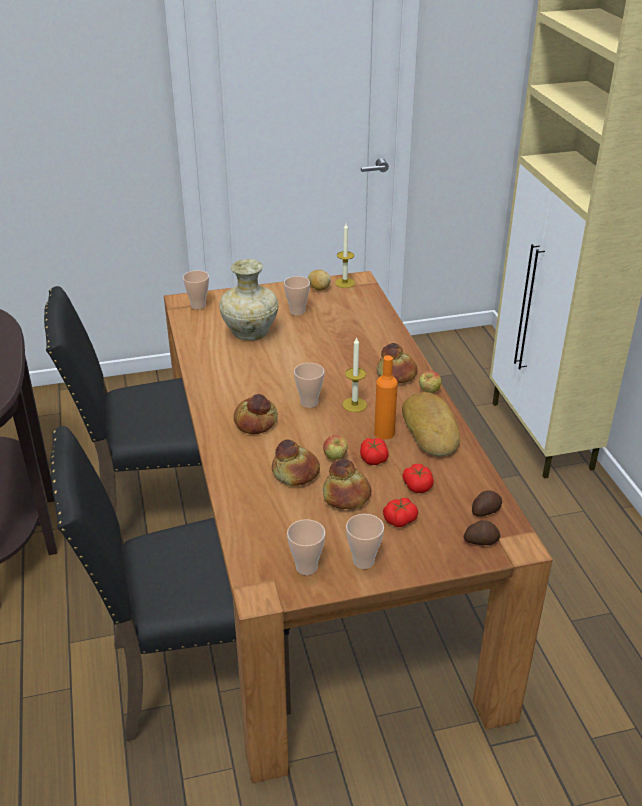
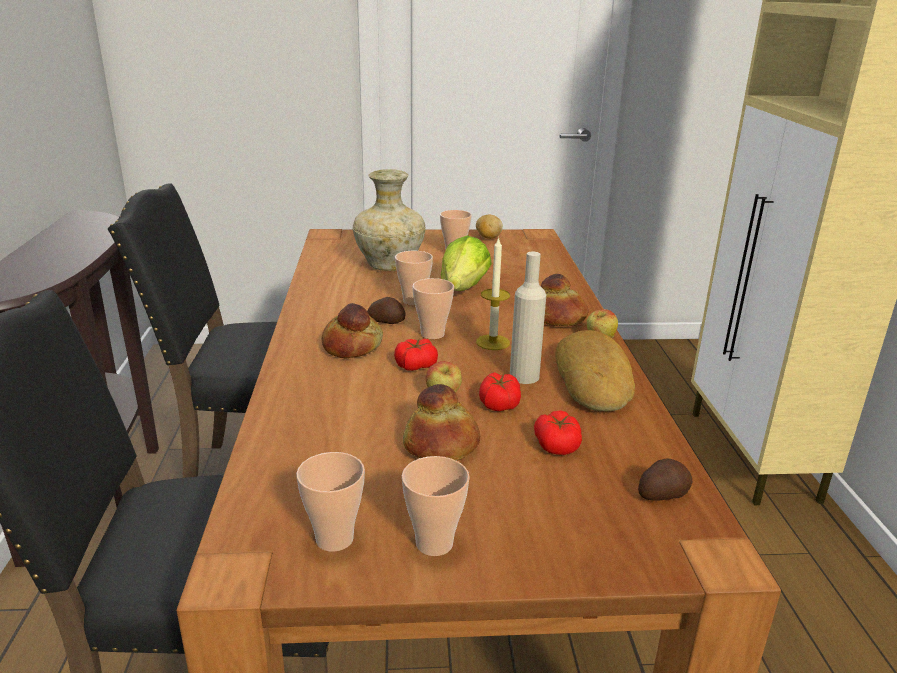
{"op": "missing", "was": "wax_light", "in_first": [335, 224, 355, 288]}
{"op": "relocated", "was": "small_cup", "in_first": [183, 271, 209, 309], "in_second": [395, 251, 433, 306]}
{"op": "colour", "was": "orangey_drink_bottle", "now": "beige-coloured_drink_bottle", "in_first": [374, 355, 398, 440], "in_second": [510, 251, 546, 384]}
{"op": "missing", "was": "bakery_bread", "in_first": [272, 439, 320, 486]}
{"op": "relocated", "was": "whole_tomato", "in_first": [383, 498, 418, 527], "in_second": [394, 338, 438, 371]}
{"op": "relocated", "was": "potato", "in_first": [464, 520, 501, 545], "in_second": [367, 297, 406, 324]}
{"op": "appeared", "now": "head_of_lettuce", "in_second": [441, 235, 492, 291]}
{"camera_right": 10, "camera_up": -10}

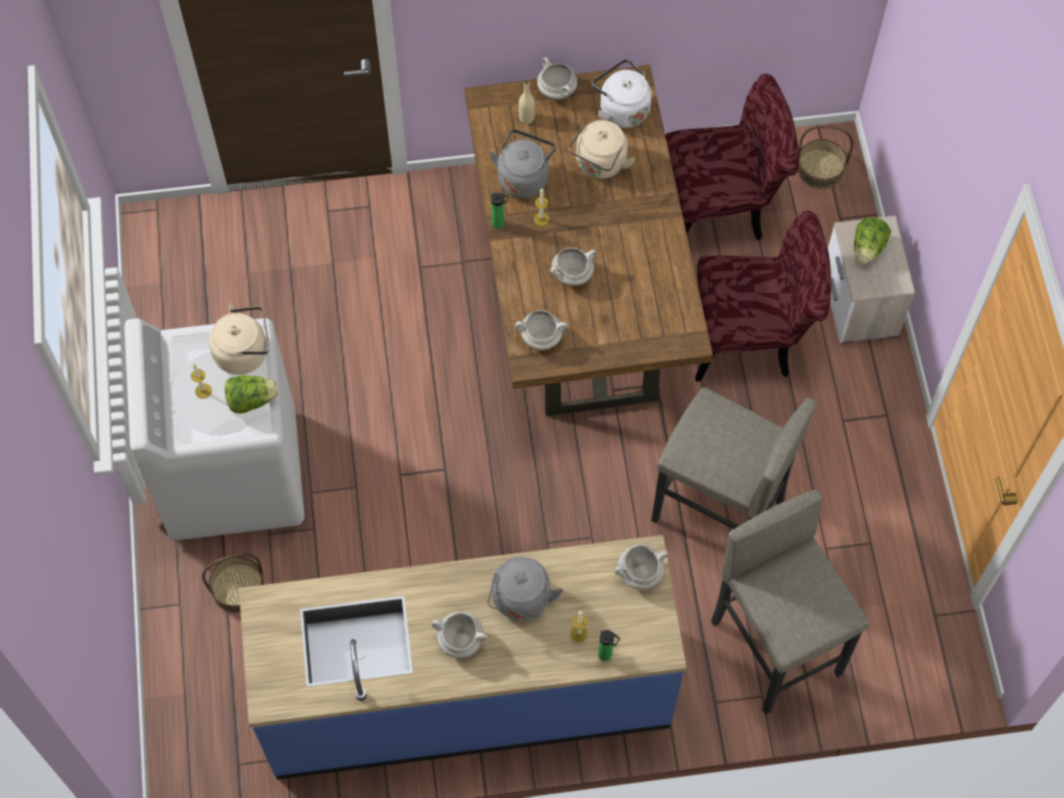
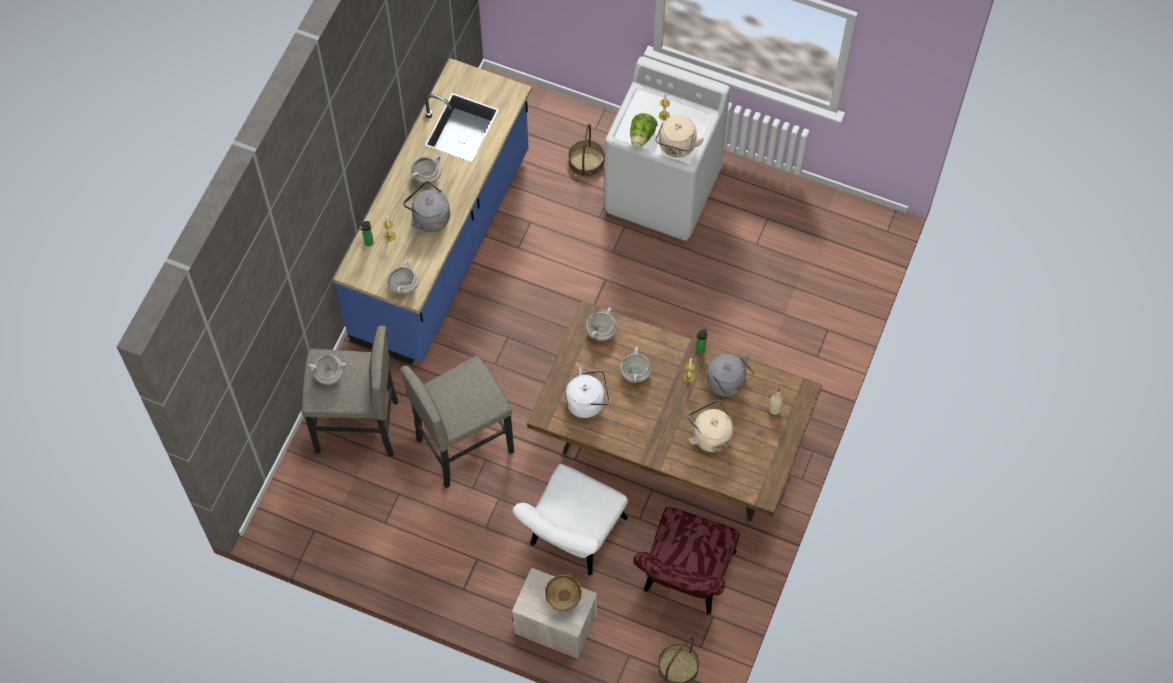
{"op": "relocated", "was": "white-coloured_saucepot", "in_first": [537, 57, 577, 100], "in_second": [308, 355, 346, 385]}
{"op": "relocated", "was": "white-coloured_tea_kettle", "in_first": [592, 59, 651, 128], "in_second": [566, 367, 610, 418]}
{"op": "colour", "was": "red_plain_chair", "now": "white-coloured_plain_chair", "in_first": [695, 211, 831, 382], "in_second": [512, 464, 628, 575]}
{"op": "exchanged", "was": "head_of_lettuce", "now": "brown-coloured_deep_dish", "in_first": [854, 217, 891, 264], "in_second": [545, 575, 582, 611]}
{"camera_right": 120, "camera_up": 0}

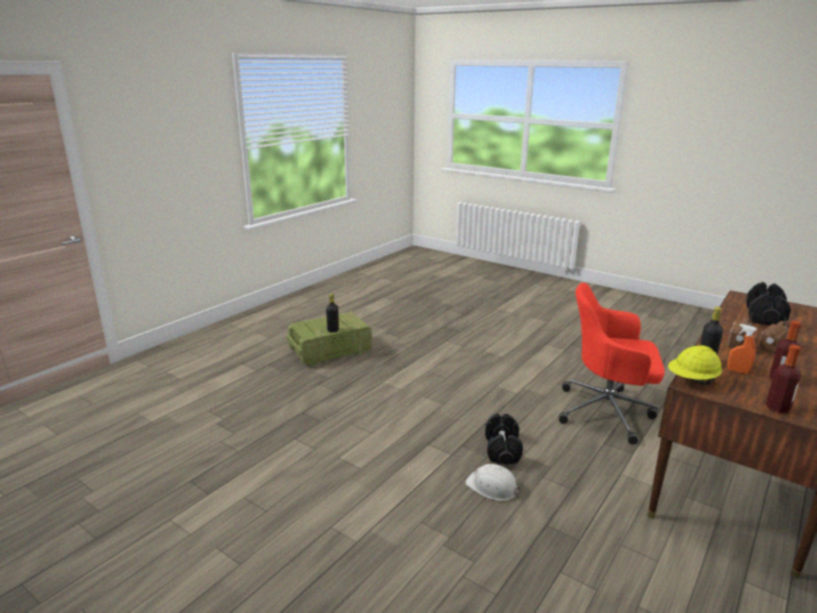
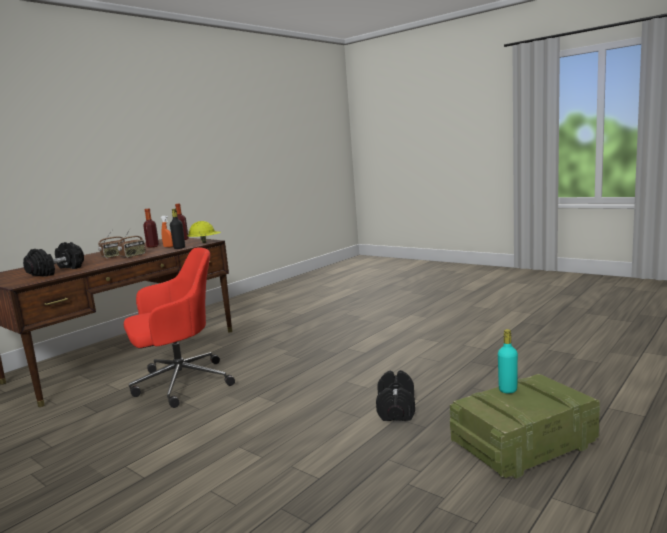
{"op": "spun", "was": "red_office_chair", "in_first": [559, 283, 665, 445], "in_second": [124, 247, 235, 408], "clockwise": -45}
{"op": "colour", "was": "black-coloured_drink_bottle", "now": "turquoise-coloured_drink_bottle", "in_first": [326, 294, 339, 333], "in_second": [498, 329, 518, 393]}
{"op": "relocated", "was": "black-coloured_hand_weight", "in_first": [485, 414, 523, 465], "in_second": [376, 370, 415, 421]}
{"op": "missing", "was": "white-coloured_work_helmet", "in_first": [465, 464, 522, 501]}
{"camera_right": -175, "camera_up": -10}

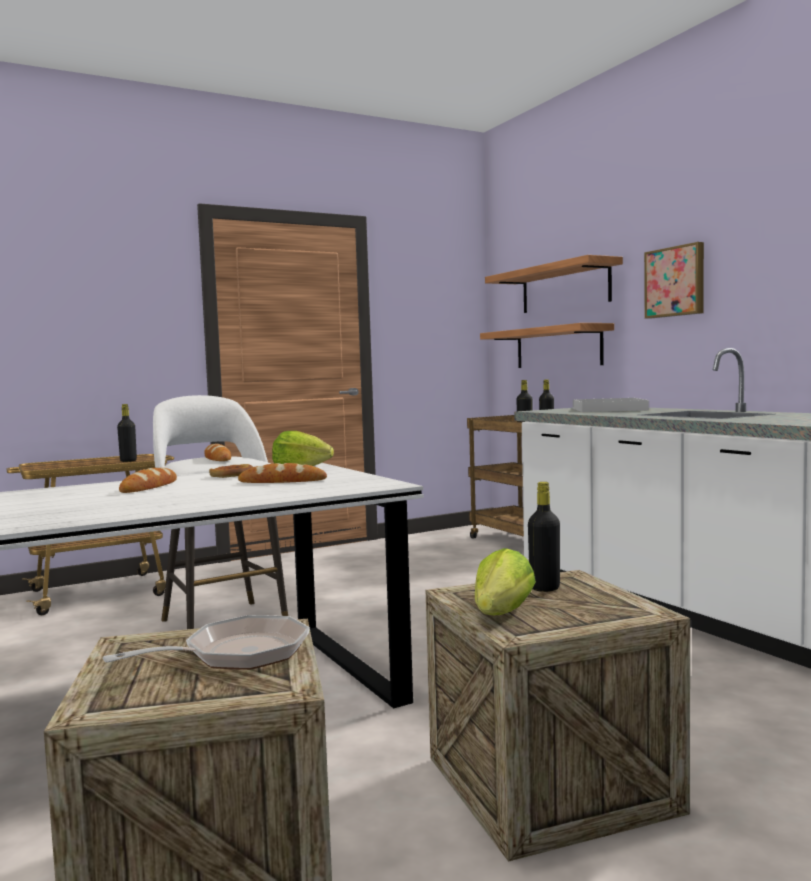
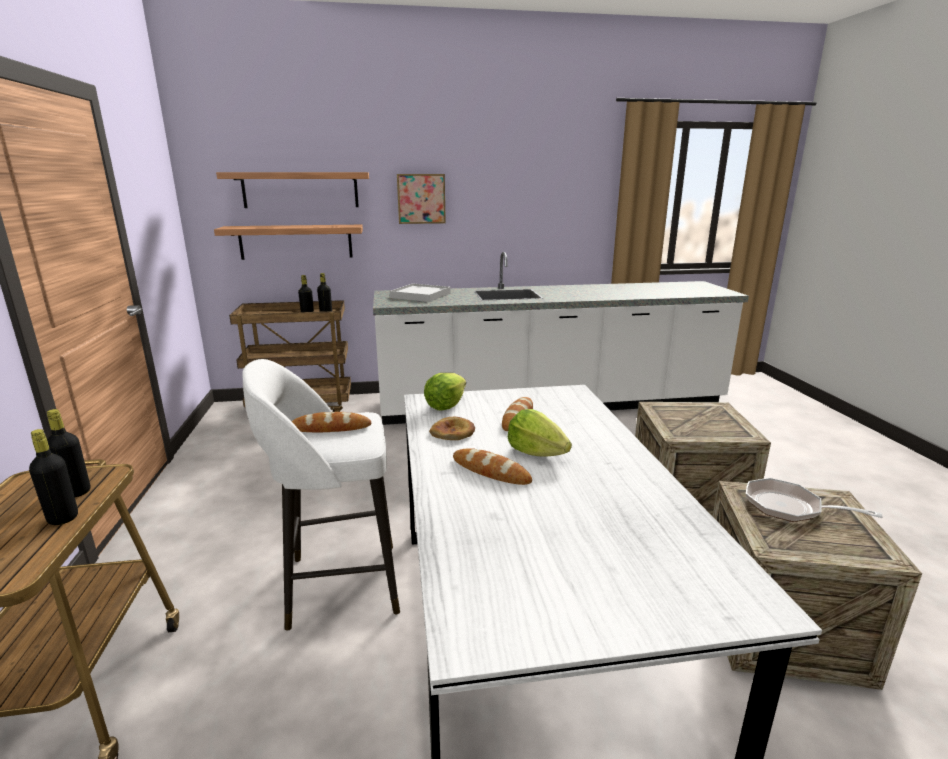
{"op": "relocated", "was": "black-coloured_drink_bottle", "in_first": [528, 482, 560, 592], "in_second": [29, 429, 78, 525]}
{"op": "relocated", "was": "head_of_lettuce", "in_first": [475, 548, 536, 615], "in_second": [508, 409, 572, 456]}
{"op": "spun", "was": "pan", "in_first": [103, 615, 310, 670], "in_second": [746, 478, 883, 522], "clockwise": -45}
{"camera_right": -70, "camera_up": 15}

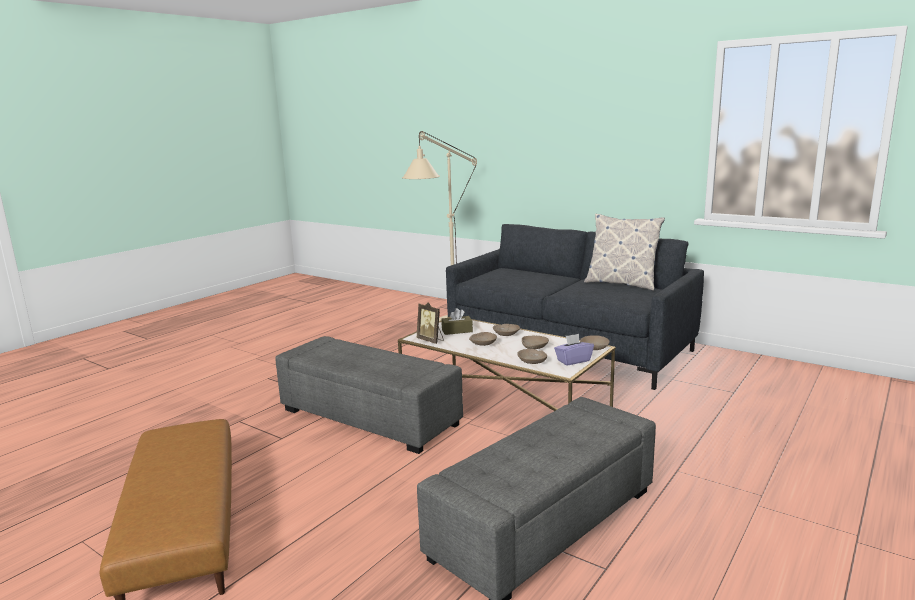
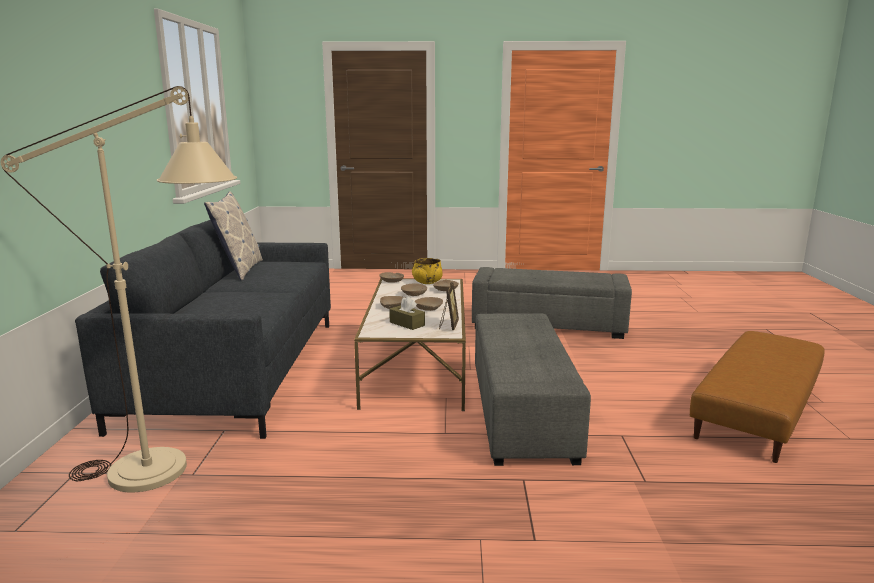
{"op": "exchanged", "was": "purple_tissue_box", "now": "yellow-coloured_deep_dish", "in_first": [554, 334, 594, 366], "in_second": [412, 258, 443, 284]}
{"camera_right": -125, "camera_up": 0}

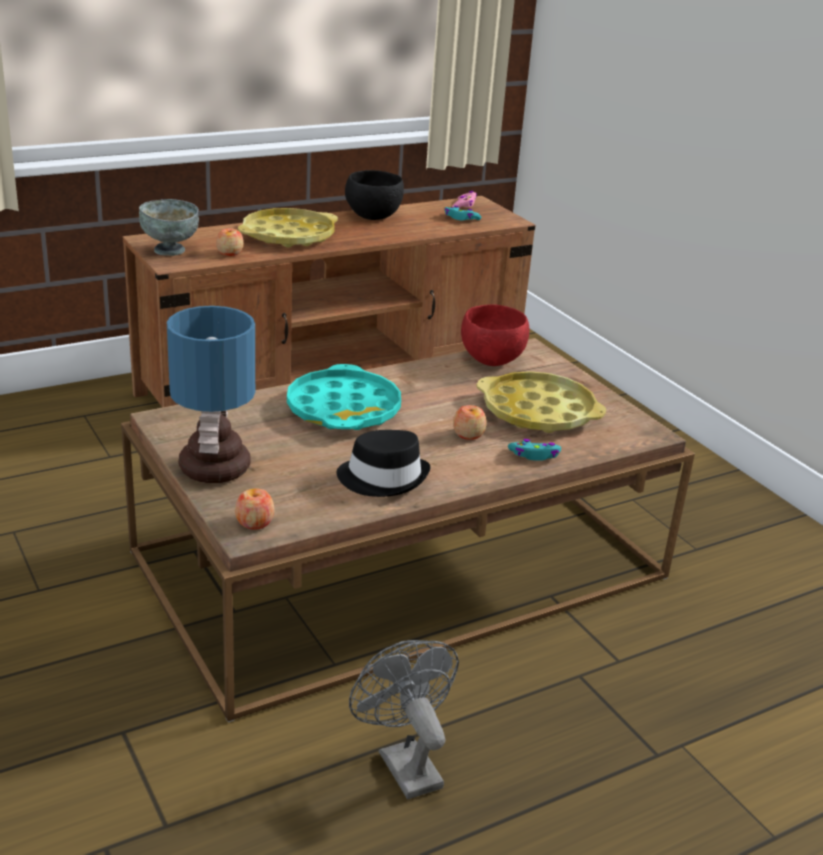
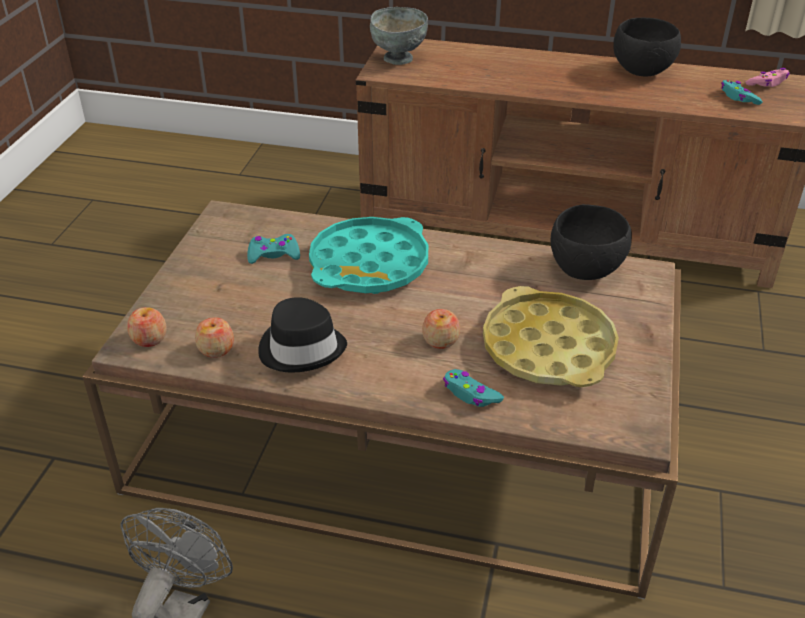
{"op": "missing", "was": "yellow-coloured_tray", "in_first": [238, 208, 338, 248]}
{"op": "relocated", "was": "whole_apple", "in_first": [216, 228, 244, 256], "in_second": [195, 317, 234, 358]}
{"op": "colour", "was": "red_deep_dish", "now": "black-coloured_deep_dish", "in_first": [461, 304, 529, 366], "in_second": [551, 204, 632, 280]}
{"op": "missing", "was": "table_lamp", "in_first": [167, 306, 255, 483]}
{"op": "appeared", "now": "turquoise-coloured_gamepad", "in_second": [247, 234, 300, 264]}
{"camera_right": 45, "camera_up": 10}

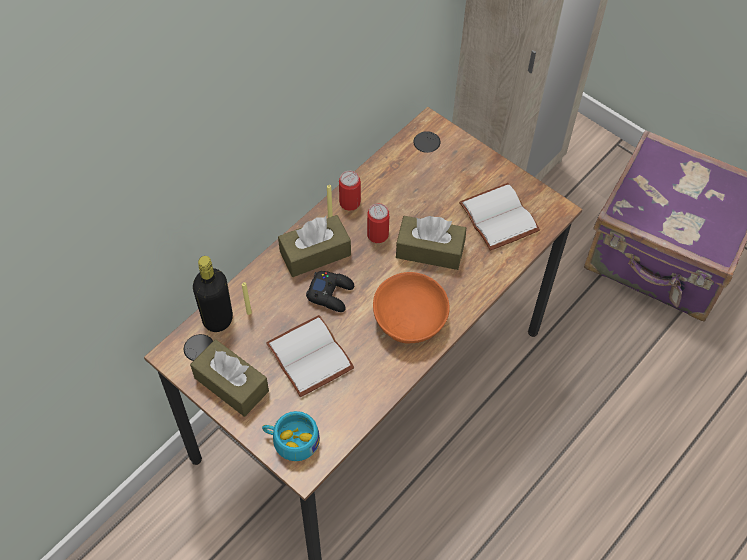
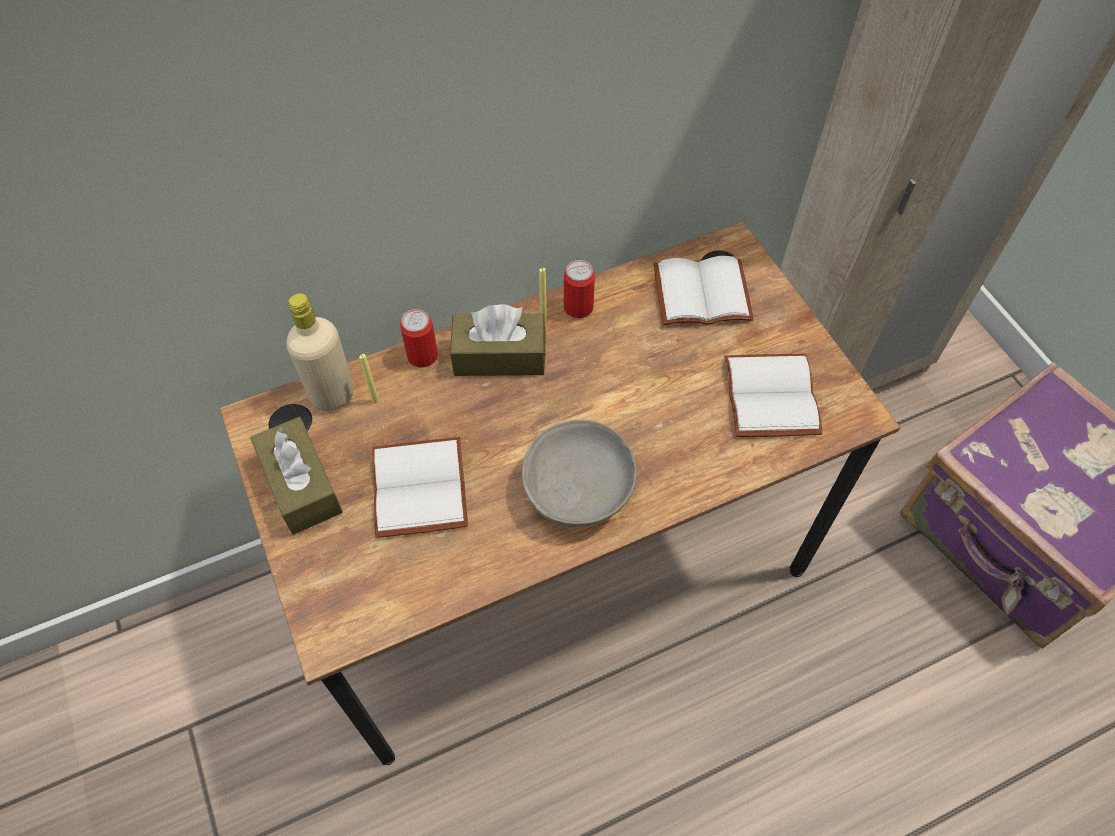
{"op": "relocated", "was": "metal_can", "in_first": [367, 203, 389, 243], "in_second": [400, 309, 438, 368]}
{"op": "missing", "was": "brown-coloured_tissue_box", "in_first": [396, 216, 466, 270]}
{"op": "colour", "was": "black-coloured_drink_bottle", "now": "beige-coloured_drink_bottle", "in_first": [193, 256, 233, 332], "in_second": [286, 293, 354, 411]}
{"op": "missing", "was": "black-coloured_gamepad", "in_first": [306, 271, 354, 312]}
{"op": "colour", "was": "orangey_deep_dish", "now": "gray_deep_dish", "in_first": [373, 272, 450, 343], "in_second": [522, 420, 637, 527]}
{"op": "missing", "was": "turquoise-coloured_small_cup", "in_first": [262, 411, 320, 461]}
{"op": "appeared", "now": "white-coloured_volume", "in_second": [653, 256, 754, 325]}
{"camera_right": 25, "camera_up": 0}

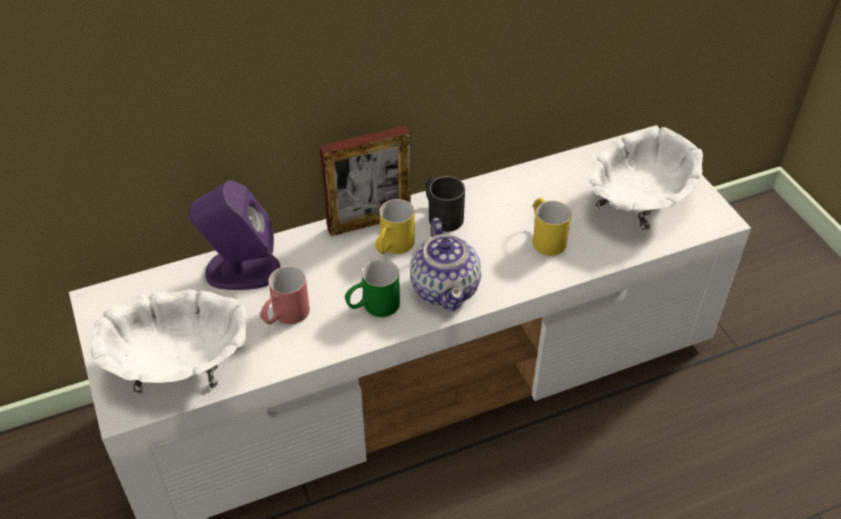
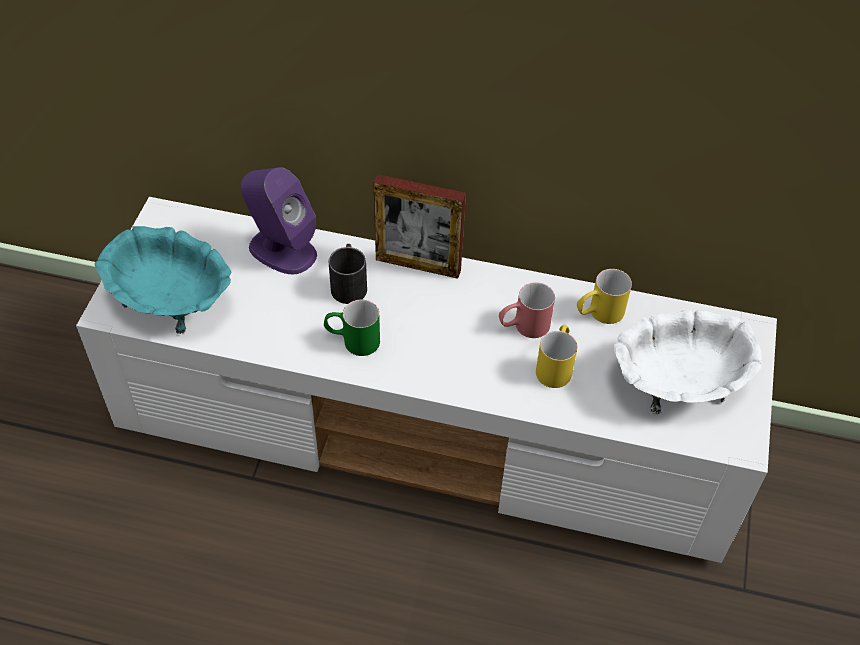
{"op": "relocated", "was": "black-coloured_tea_mug", "in_first": [425, 176, 465, 232], "in_second": [328, 244, 367, 304]}
{"op": "relocated", "was": "yellow-coloured_tea_mug", "in_first": [375, 199, 415, 254], "in_second": [577, 269, 632, 324]}
{"op": "missing", "was": "pot_for_tea", "in_first": [410, 218, 481, 311]}
{"op": "relocated", "was": "red_tea_mug", "in_first": [260, 266, 310, 324], "in_second": [499, 282, 555, 338]}
{"op": "colour", "was": "white-coloured_deep_dish", "now": "turquoise-coloured_deep_dish", "in_first": [91, 289, 246, 395], "in_second": [94, 226, 231, 334]}
{"camera_right": 35, "camera_up": 5}

